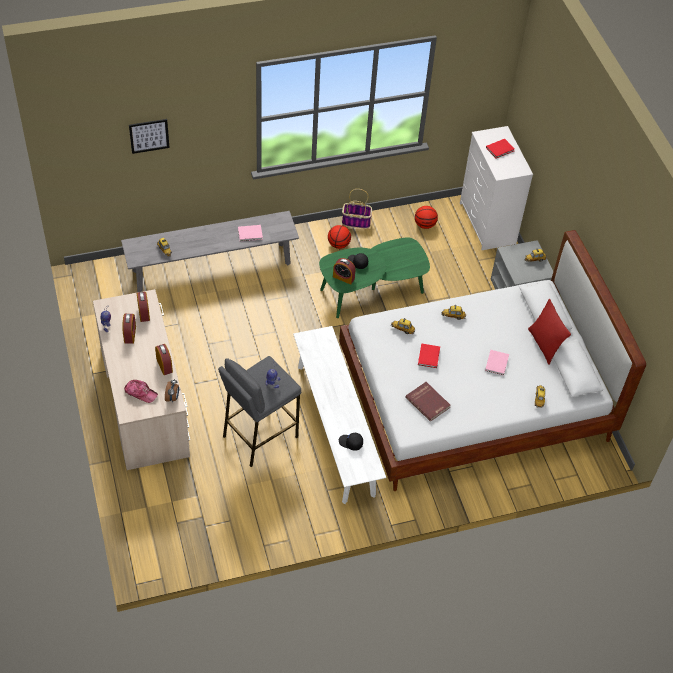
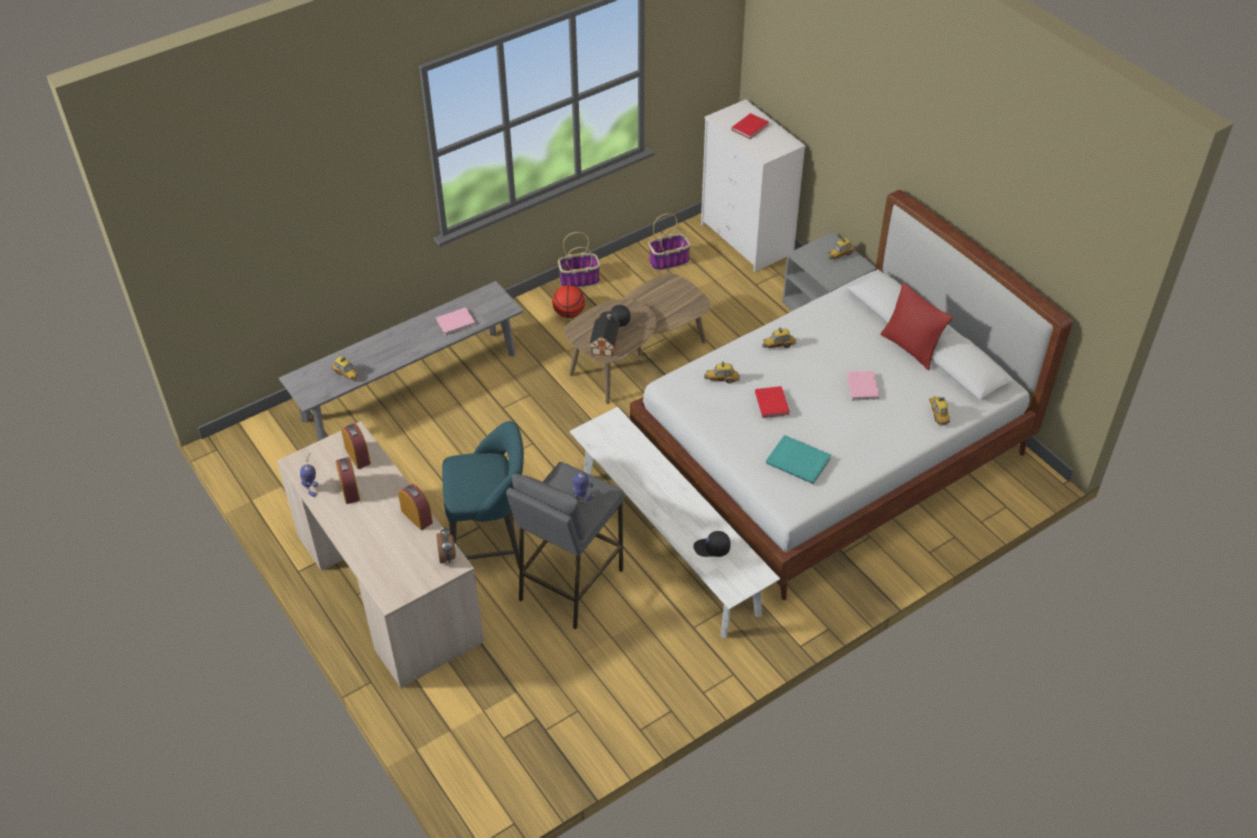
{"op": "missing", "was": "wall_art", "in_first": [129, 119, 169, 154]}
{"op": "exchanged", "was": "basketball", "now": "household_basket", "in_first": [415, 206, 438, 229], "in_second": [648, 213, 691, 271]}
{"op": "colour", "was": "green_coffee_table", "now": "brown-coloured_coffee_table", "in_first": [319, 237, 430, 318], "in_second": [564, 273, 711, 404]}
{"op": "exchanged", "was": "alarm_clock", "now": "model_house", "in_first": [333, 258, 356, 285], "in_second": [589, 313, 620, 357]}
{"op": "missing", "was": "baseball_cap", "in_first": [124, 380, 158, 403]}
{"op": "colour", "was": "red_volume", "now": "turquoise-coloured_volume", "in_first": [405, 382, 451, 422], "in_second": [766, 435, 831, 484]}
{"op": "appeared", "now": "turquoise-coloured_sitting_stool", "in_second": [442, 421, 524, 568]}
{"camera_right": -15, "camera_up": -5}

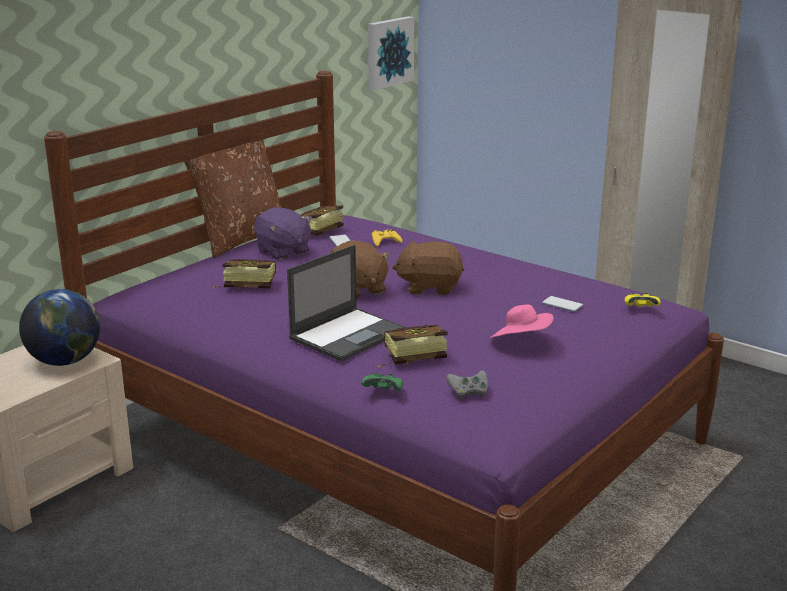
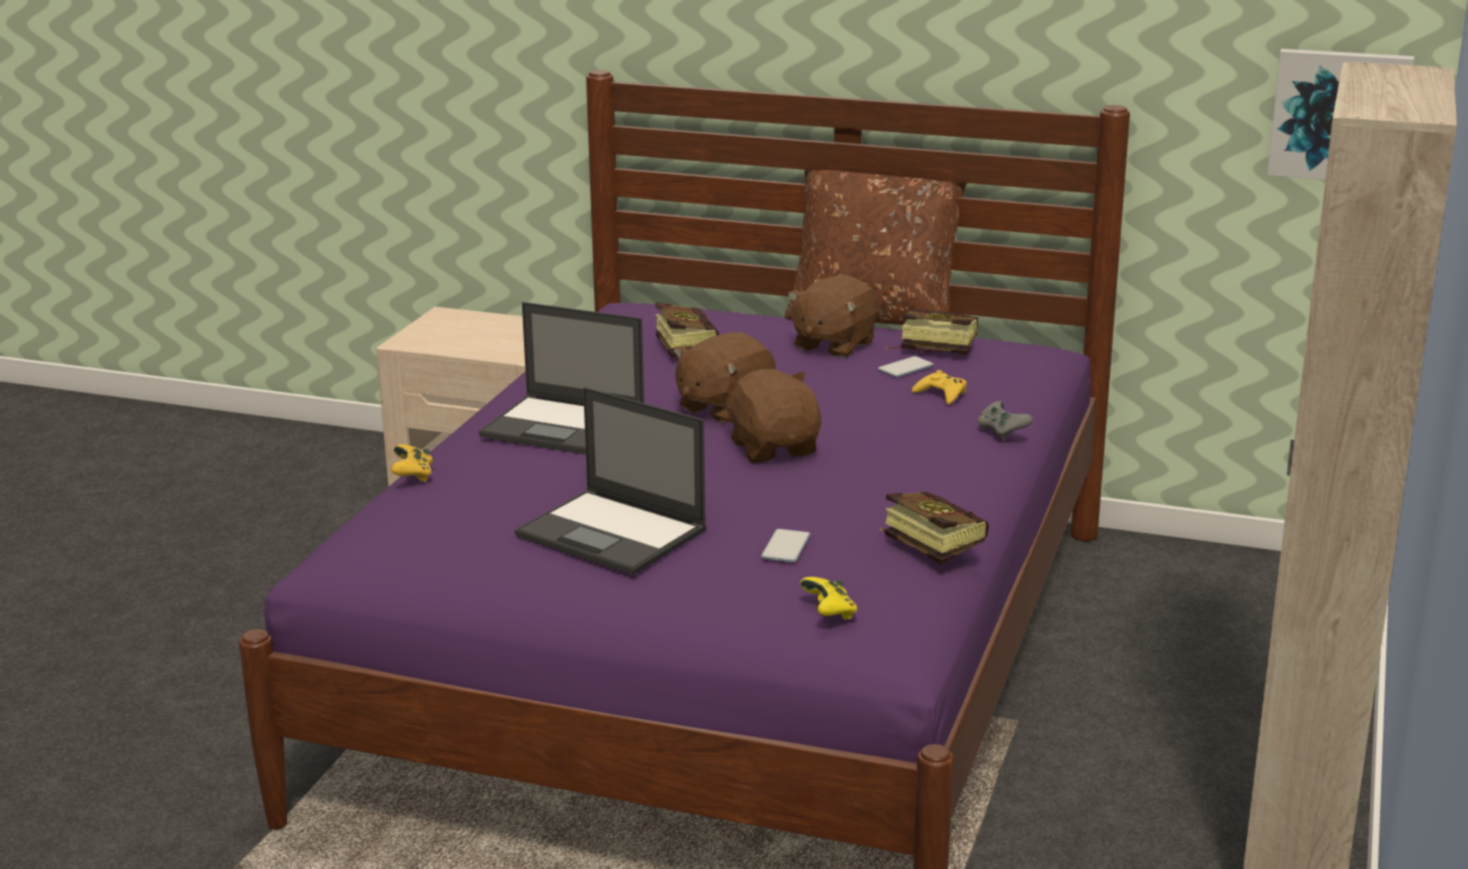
{"op": "colour", "was": "purple_cuddly_toy", "now": "brown-coloured_cuddly_toy", "in_first": [254, 207, 312, 260], "in_second": [788, 275, 879, 358]}
{"op": "missing", "was": "globe", "in_first": [19, 289, 100, 366]}
{"op": "exchanged", "was": "pinkish_clothing_hat", "now": "laptop", "in_first": [490, 305, 554, 338], "in_second": [515, 387, 707, 575]}
{"op": "relocated", "was": "volume", "in_first": [378, 325, 447, 368], "in_second": [880, 492, 989, 565]}
{"op": "relocated", "was": "gray_gamepad", "in_first": [446, 370, 488, 399], "in_second": [977, 401, 1033, 440]}
{"op": "colour", "was": "green_gamepad", "now": "yellow-coloured_gamepad", "in_first": [361, 372, 403, 391], "in_second": [391, 444, 433, 482]}
{"camera_right": 70, "camera_up": 0}

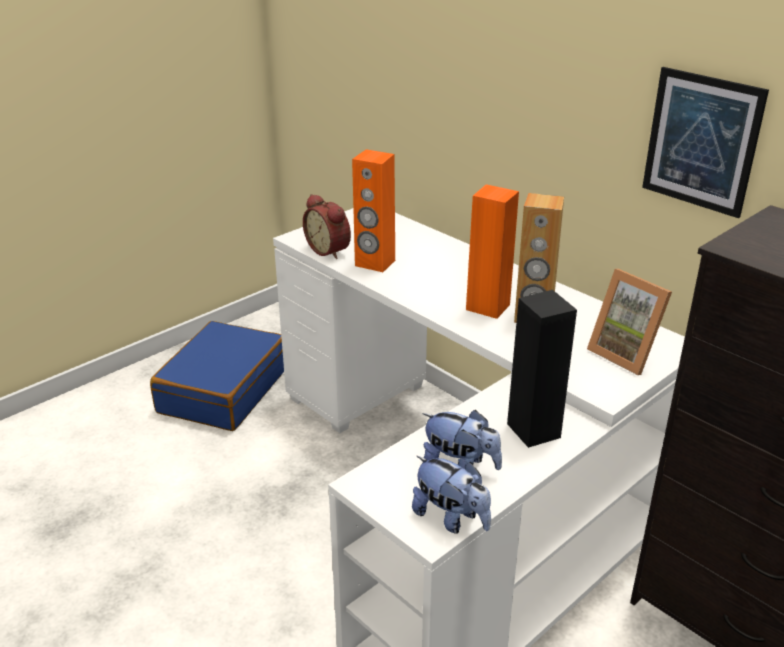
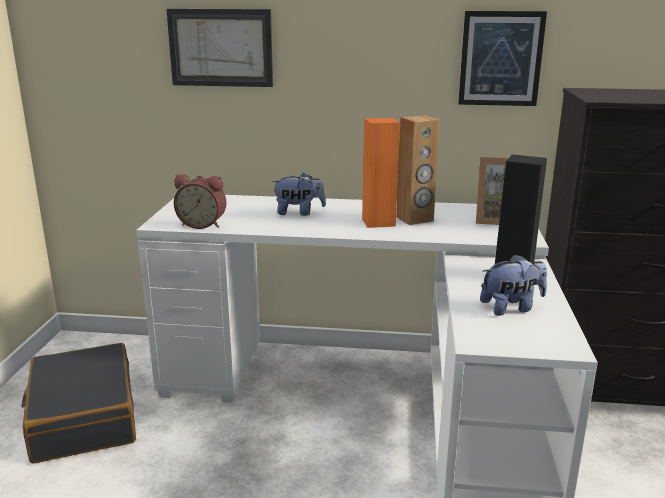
{"op": "missing", "was": "orangey_audio_speaker", "in_first": [352, 149, 395, 272]}
{"op": "colour", "was": "bluish_travel_case", "now": "black-coloured_travel_case", "in_first": [150, 321, 284, 431], "in_second": [21, 343, 136, 464]}
{"op": "relocated", "was": "cuddly_toy", "in_first": [412, 456, 491, 534], "in_second": [271, 173, 326, 216]}
{"op": "appeared", "now": "wall_art", "in_second": [166, 9, 273, 87]}
{"camera_right": -40, "camera_up": -10}

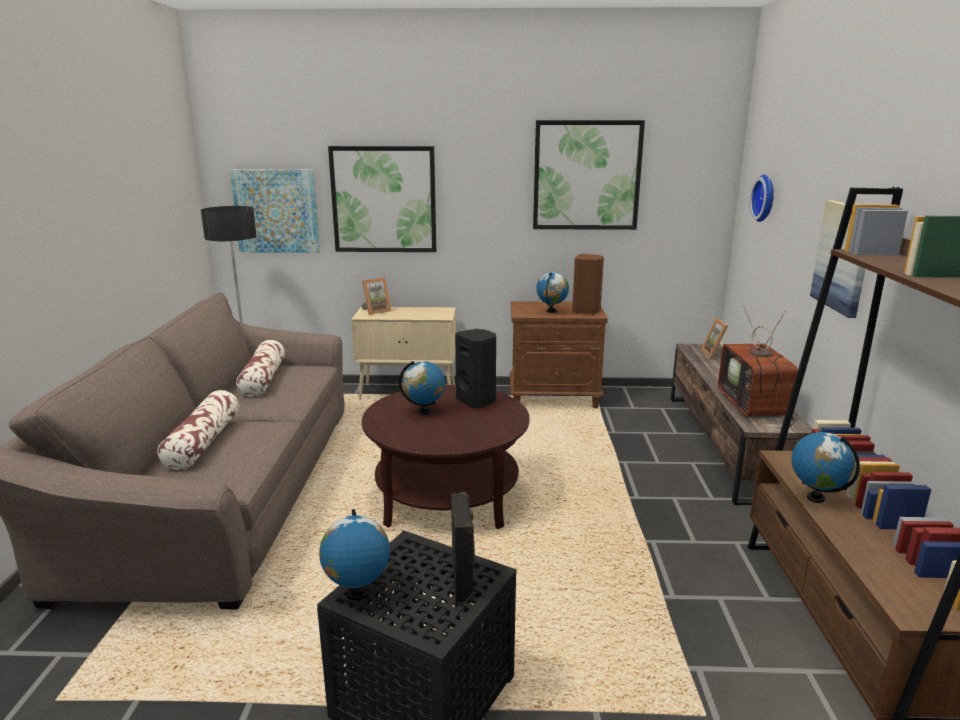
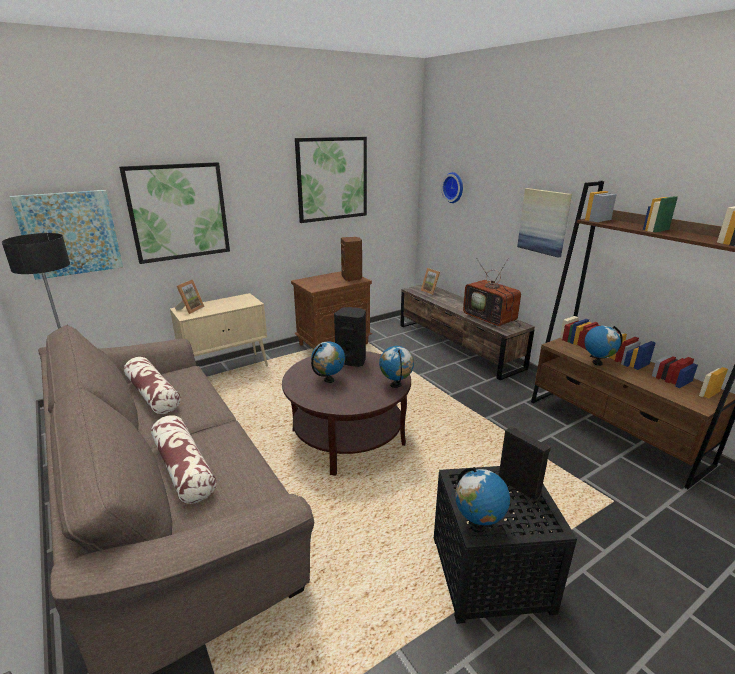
{"op": "relocated", "was": "globe", "in_first": [536, 272, 569, 313], "in_second": [379, 346, 414, 388]}
{"camera_right": -35, "camera_up": 5}

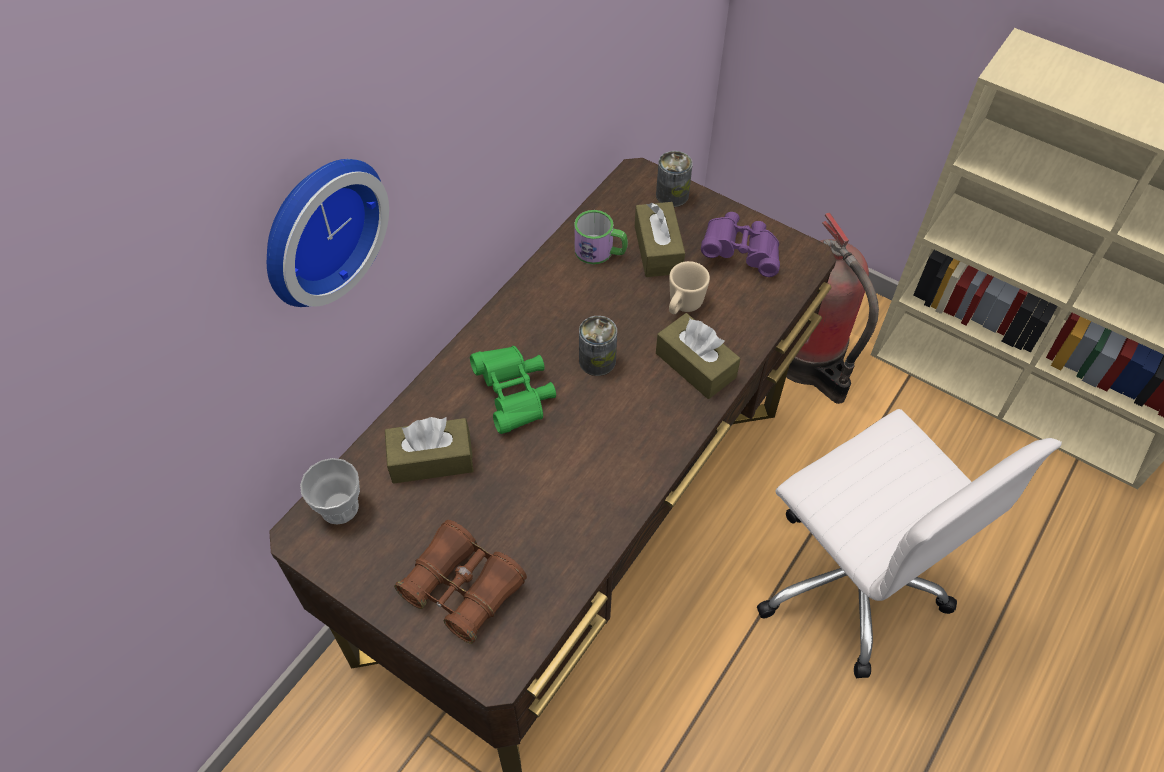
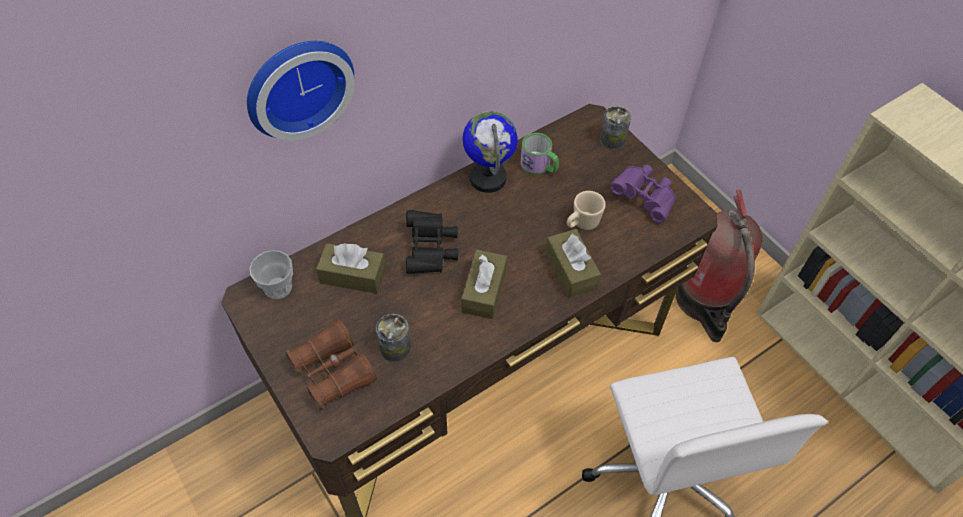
{"op": "relocated", "was": "brown-coloured_tissue_box", "in_first": [635, 202, 685, 277], "in_second": [461, 250, 507, 319]}
{"op": "relocated", "was": "metal_can", "in_first": [579, 316, 617, 376], "in_second": [376, 314, 411, 362]}
{"op": "colour", "was": "green_field_glasses", "now": "black-coloured_field_glasses", "in_first": [470, 346, 556, 434], "in_second": [406, 210, 458, 274]}
{"op": "appeared", "now": "globe", "in_second": [463, 111, 518, 193]}
{"camera_right": 20, "camera_up": 0}

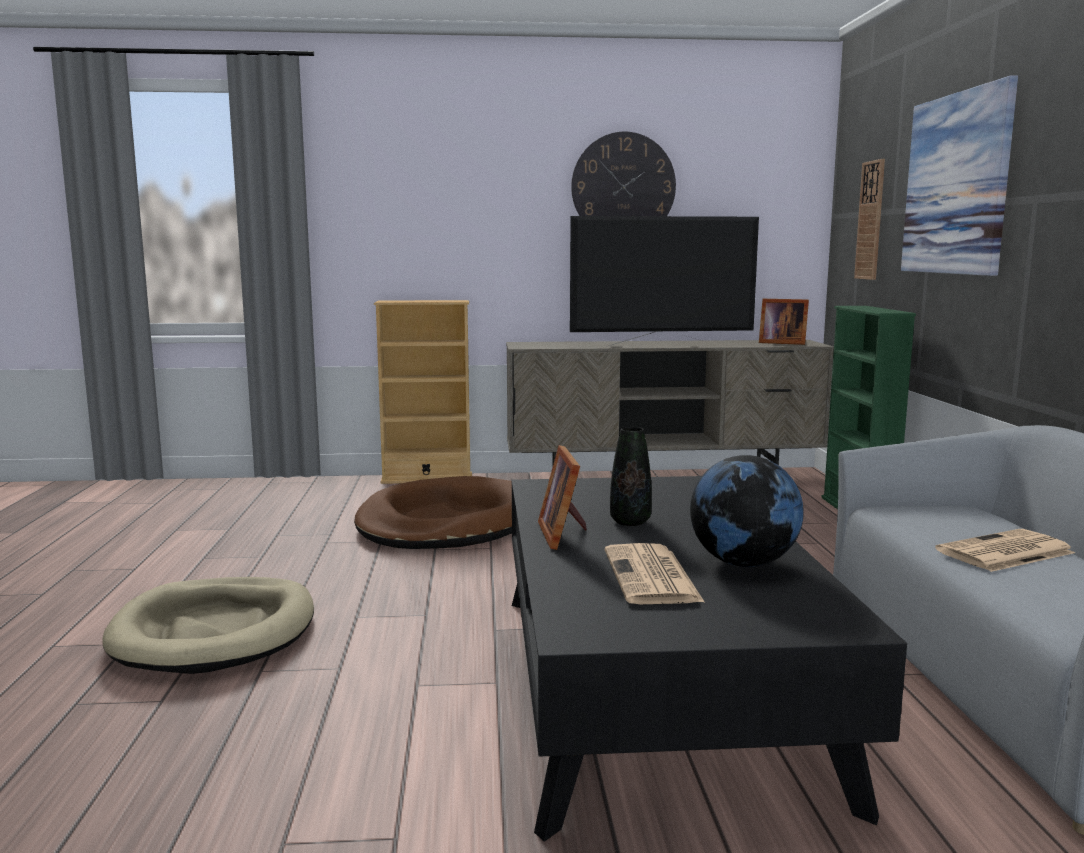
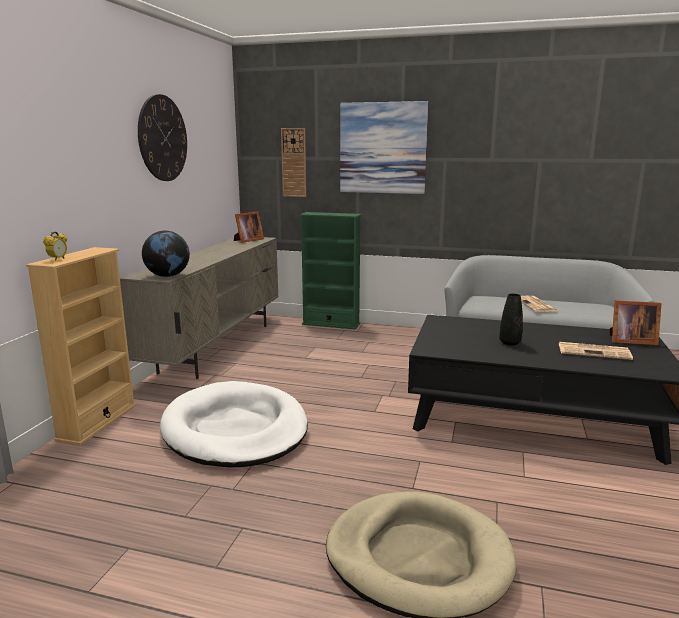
{"op": "missing", "was": "TV", "in_first": [570, 216, 759, 346]}
{"op": "relocated", "was": "photo_frame", "in_first": [538, 445, 587, 550], "in_second": [610, 300, 662, 345]}
{"op": "relocated", "was": "globe", "in_first": [690, 455, 804, 567], "in_second": [142, 231, 190, 277]}
{"op": "colour", "was": "brown-coloured_pet_bed", "now": "white-coloured_pet_bed", "in_first": [354, 476, 512, 549], "in_second": [160, 381, 308, 467]}
{"op": "appeared", "now": "alarm_clock", "in_second": [43, 231, 67, 261]}
{"camera_right": -70, "camera_up": 5}

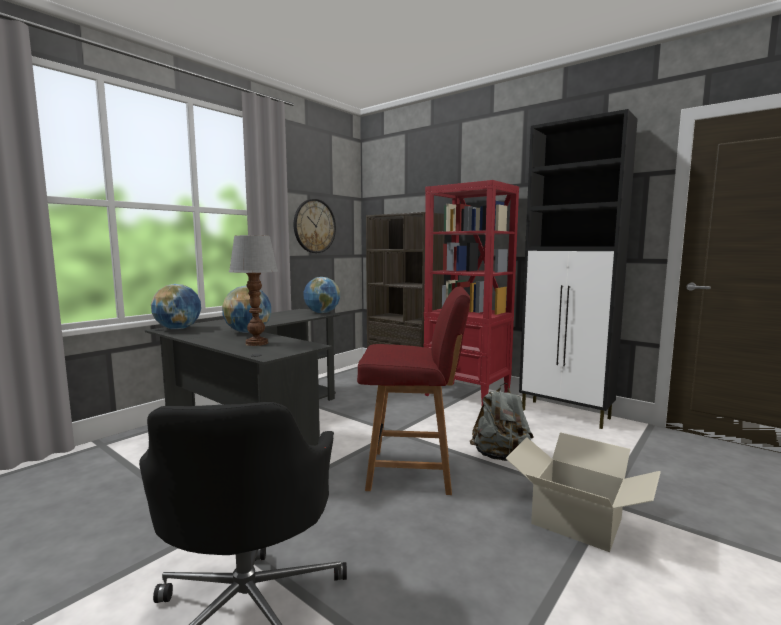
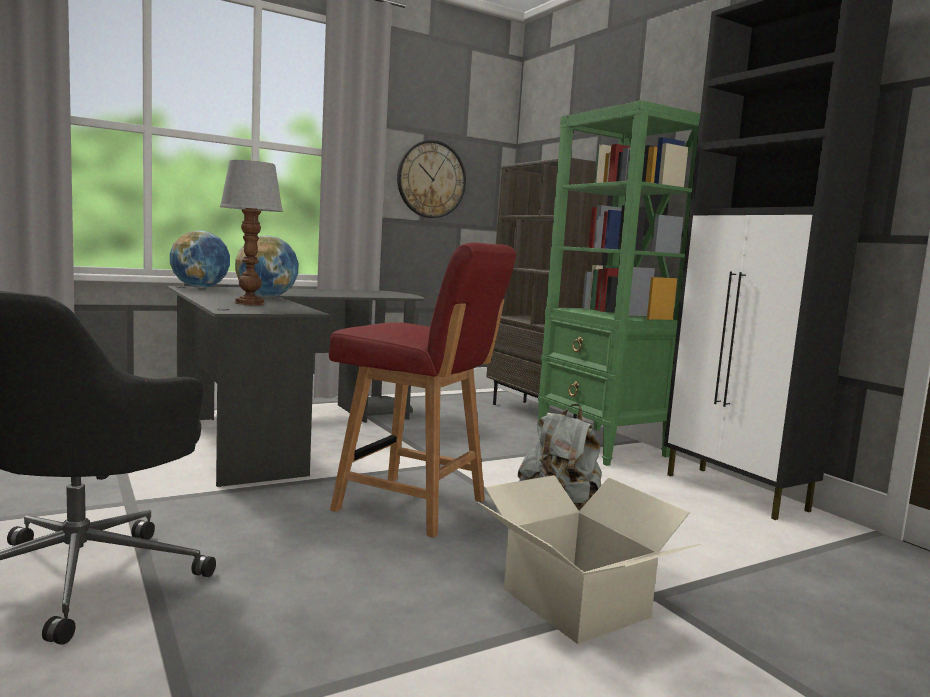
{"op": "colour", "was": "red_bookcase", "now": "green_bookcase", "in_first": [423, 180, 519, 406], "in_second": [538, 100, 700, 466]}
{"op": "missing", "was": "globe", "in_first": [304, 277, 340, 313]}
{"camera_right": 20, "camera_up": 0}

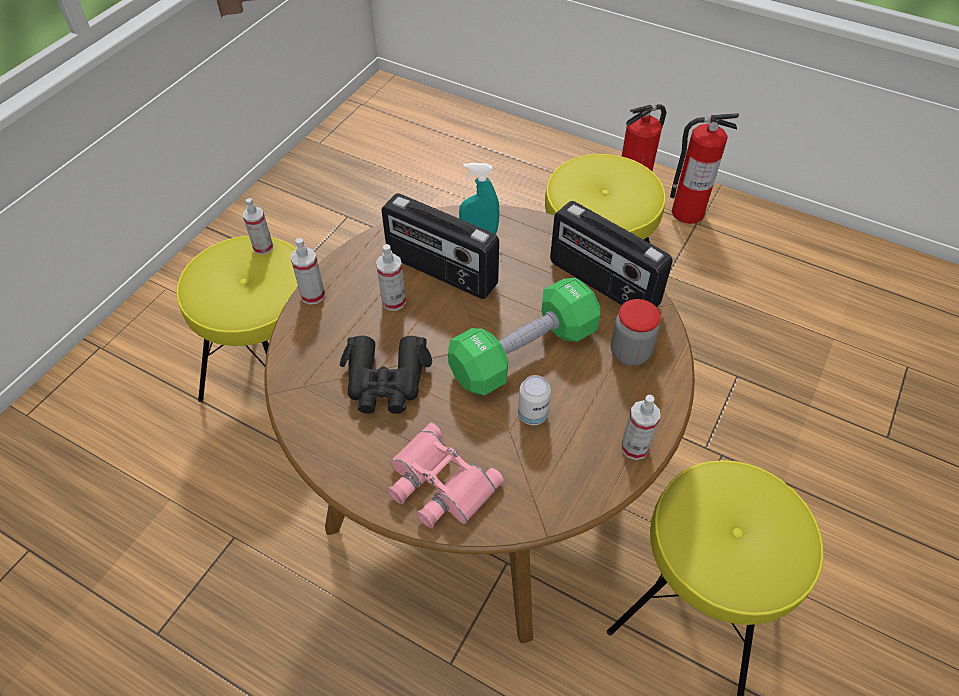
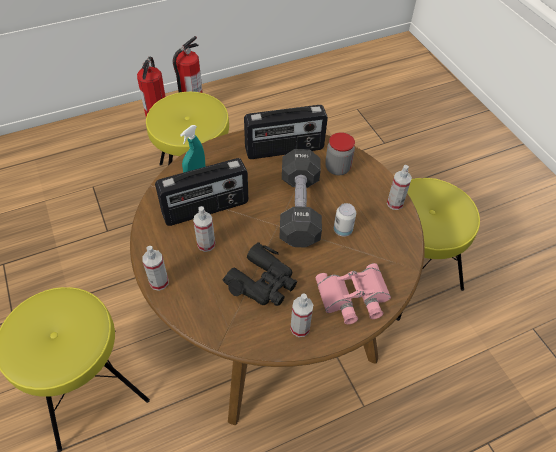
{"op": "relocated", "was": "spray_bottle", "in_first": [243, 198, 273, 255], "in_second": [290, 293, 313, 337]}
{"op": "colour", "was": "green_hand_weight", "now": "black-coloured_hand_weight", "in_first": [448, 278, 600, 395], "in_second": [279, 149, 322, 247]}
{"camera_right": -55, "camera_up": 0}

